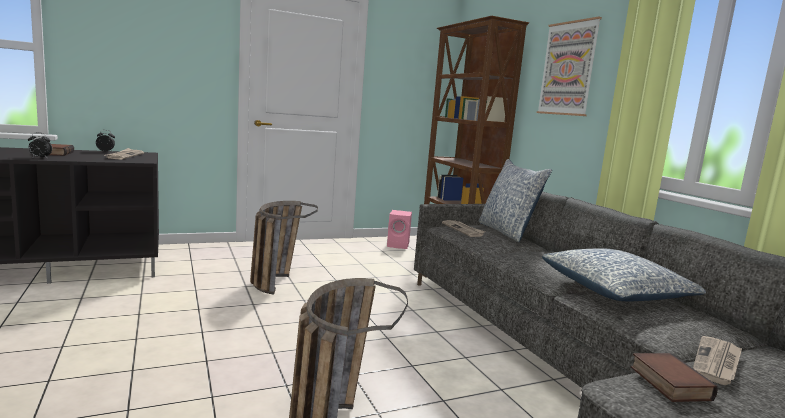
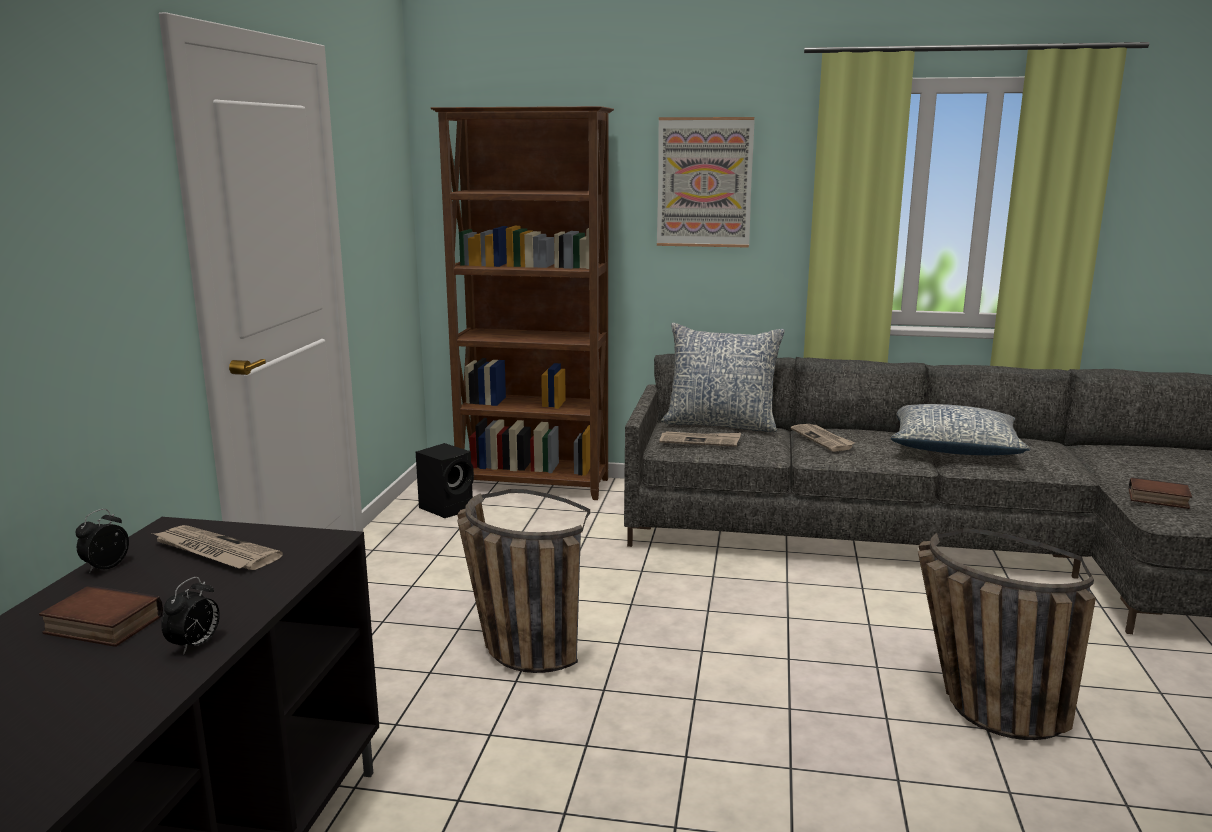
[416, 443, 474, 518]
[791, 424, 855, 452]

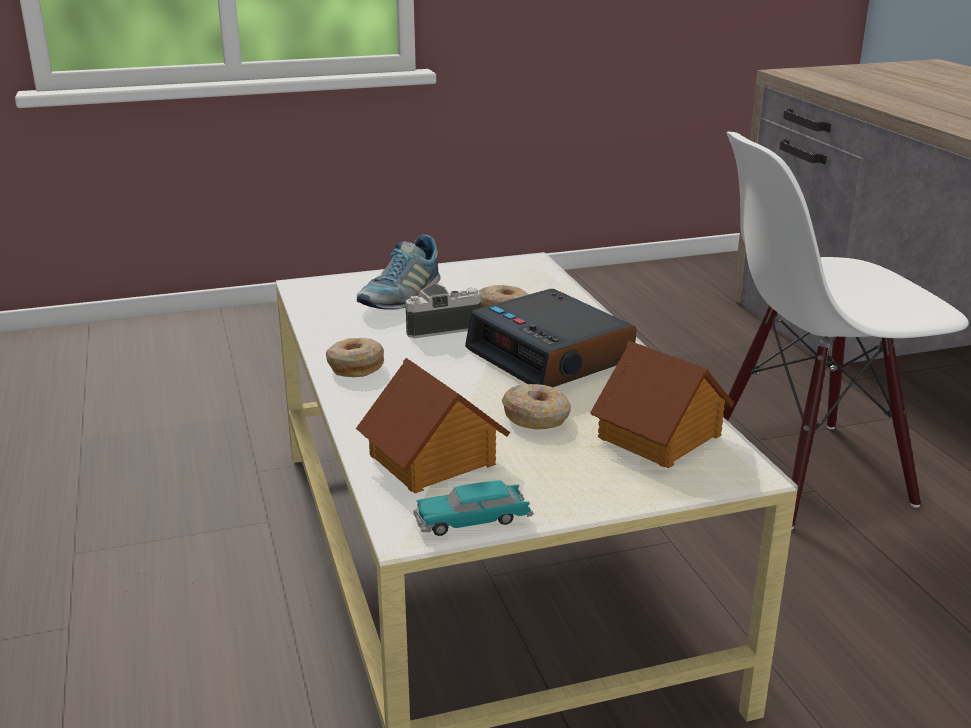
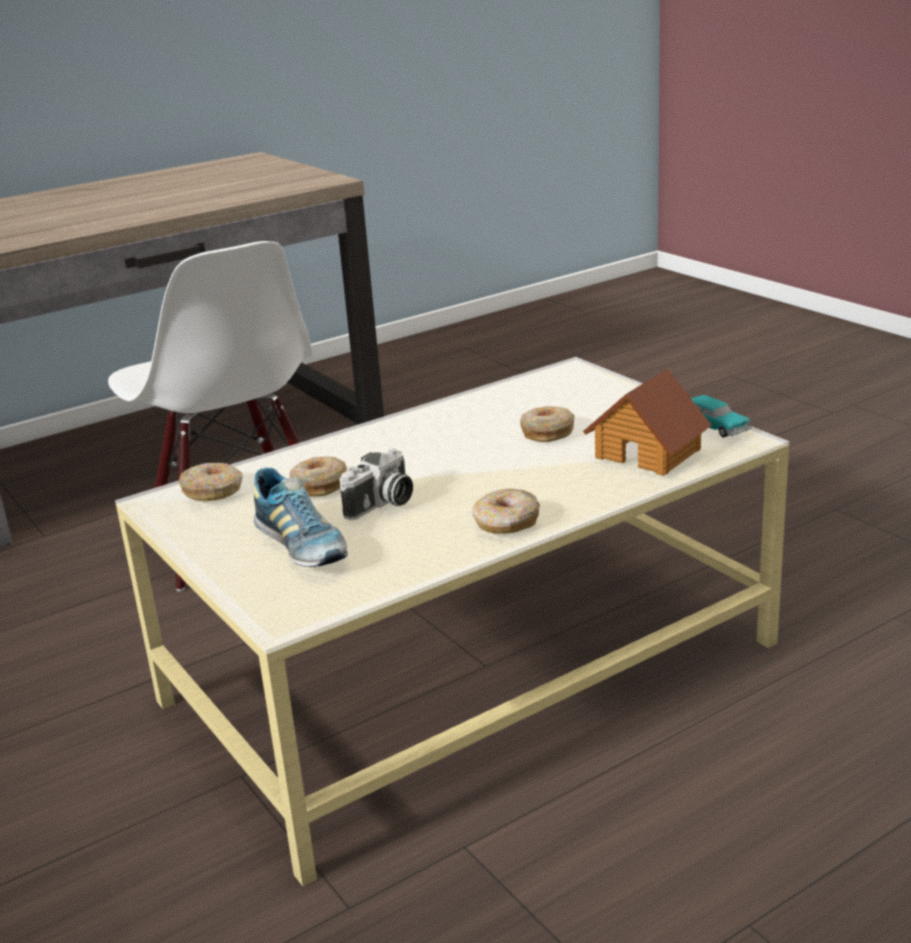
[254, 468, 348, 567]
[339, 448, 413, 520]
[465, 289, 636, 387] (first image)
[590, 341, 734, 469] (first image)
[178, 463, 243, 501]

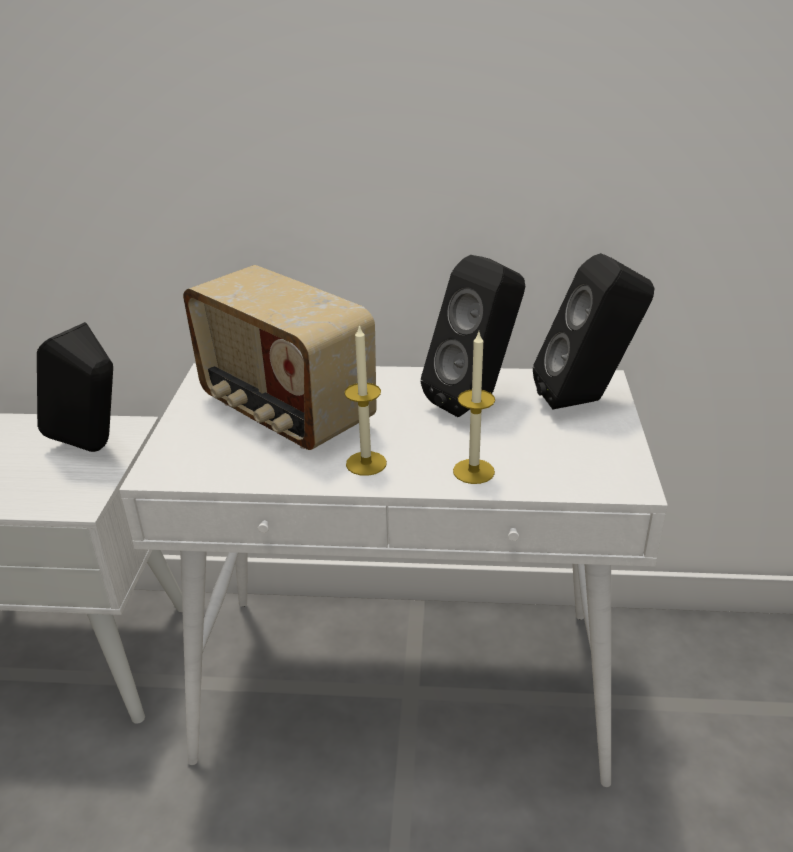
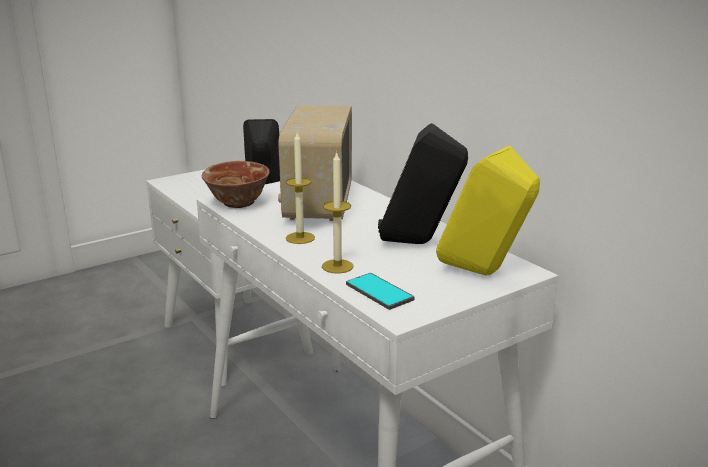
[436, 145, 540, 276]
[202, 161, 270, 208]
[346, 273, 415, 310]

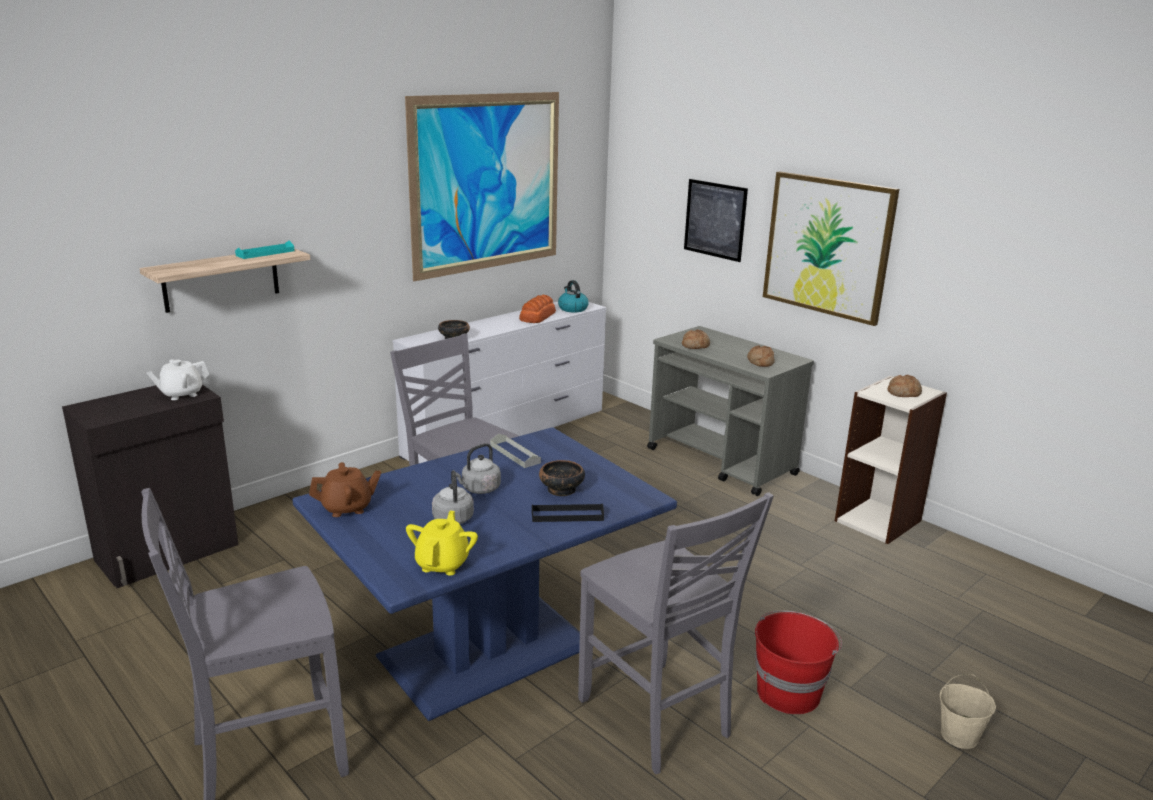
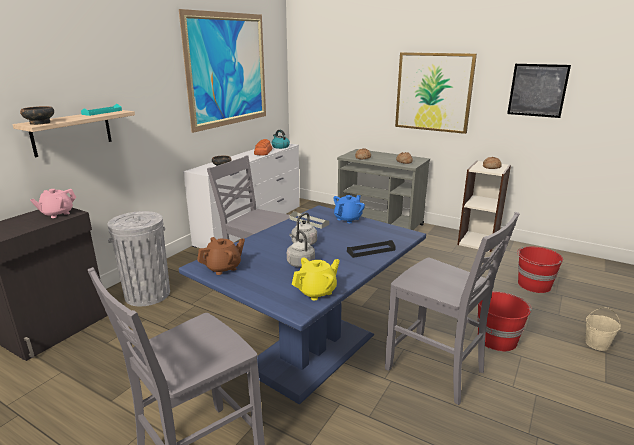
[30, 189, 77, 218]
[292, 257, 340, 301]
[20, 106, 54, 125]
[507, 64, 571, 118]
[107, 211, 170, 306]
[334, 195, 365, 223]
[517, 247, 563, 293]

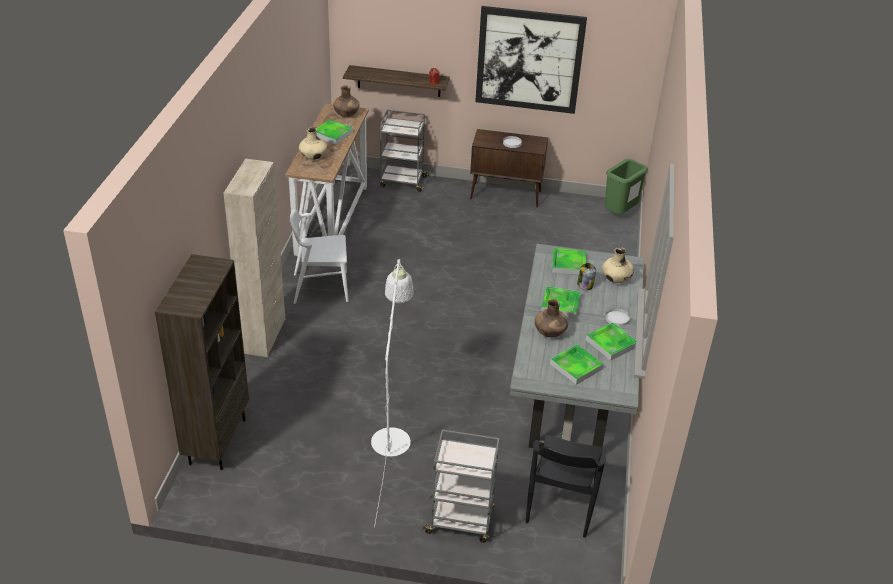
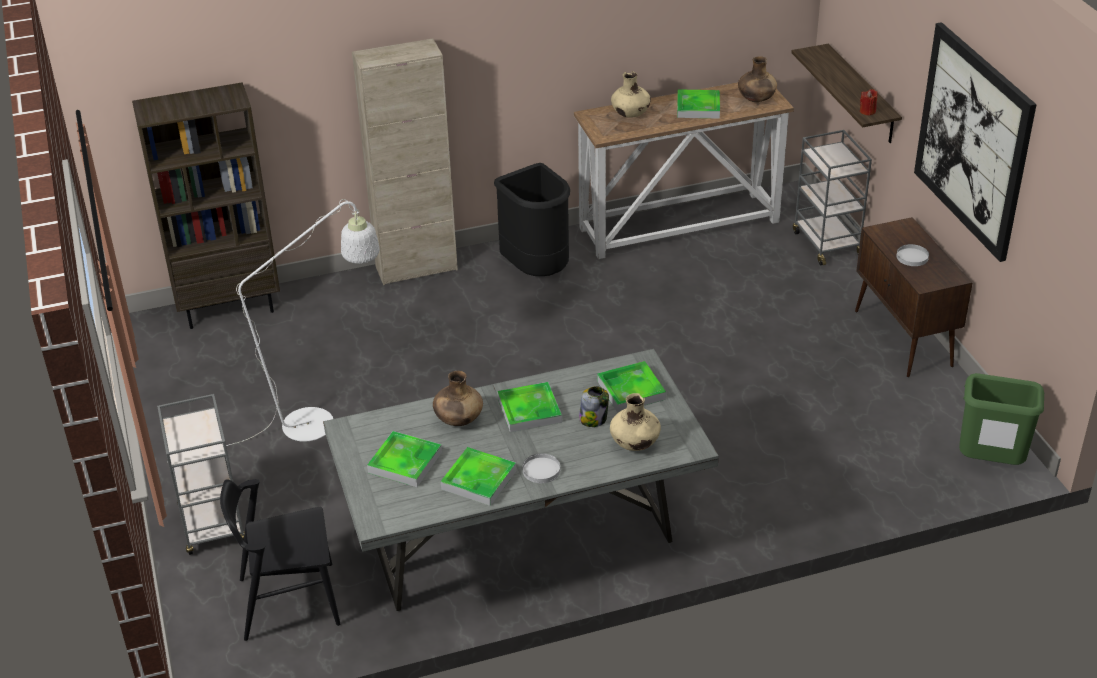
[494, 163, 570, 276]

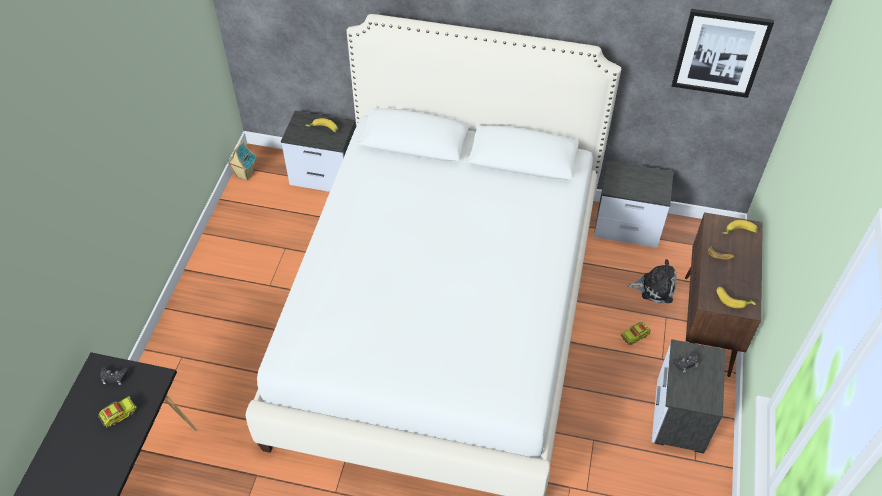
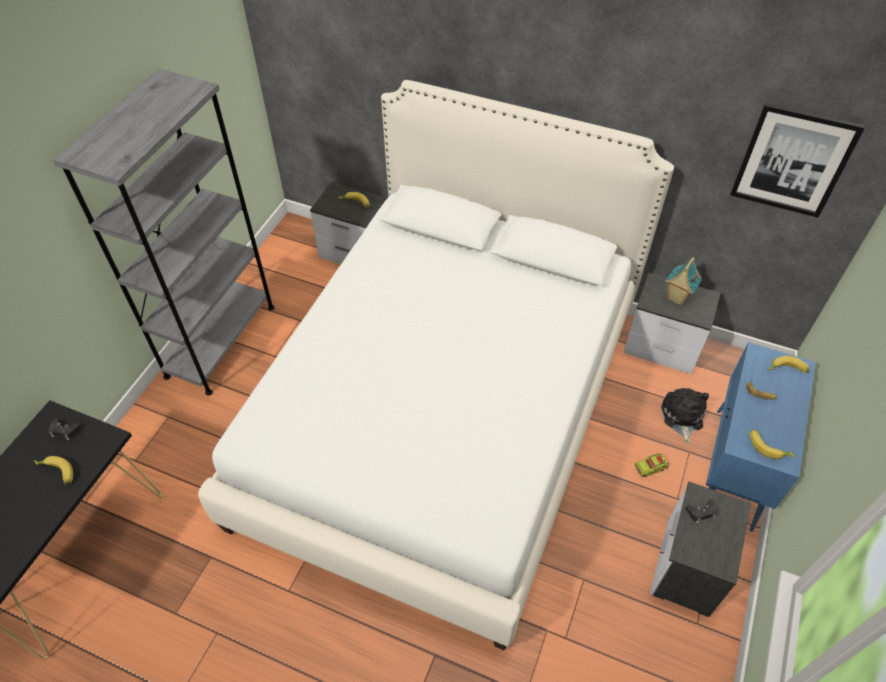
[34, 456, 73, 485]
[665, 257, 701, 306]
[661, 388, 709, 443]
[706, 342, 816, 532]
[53, 69, 275, 396]

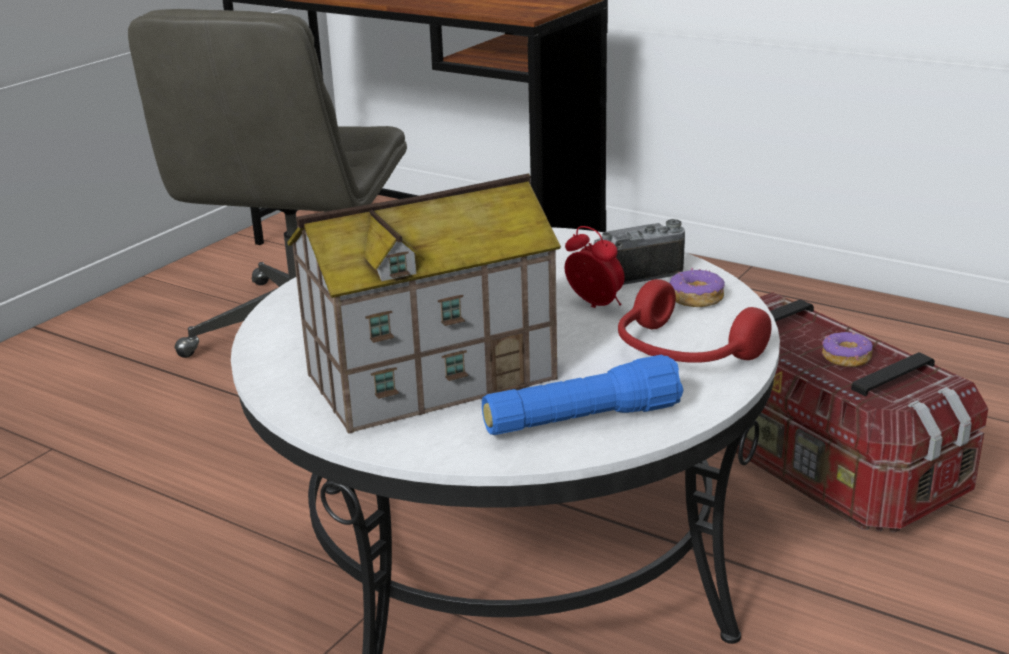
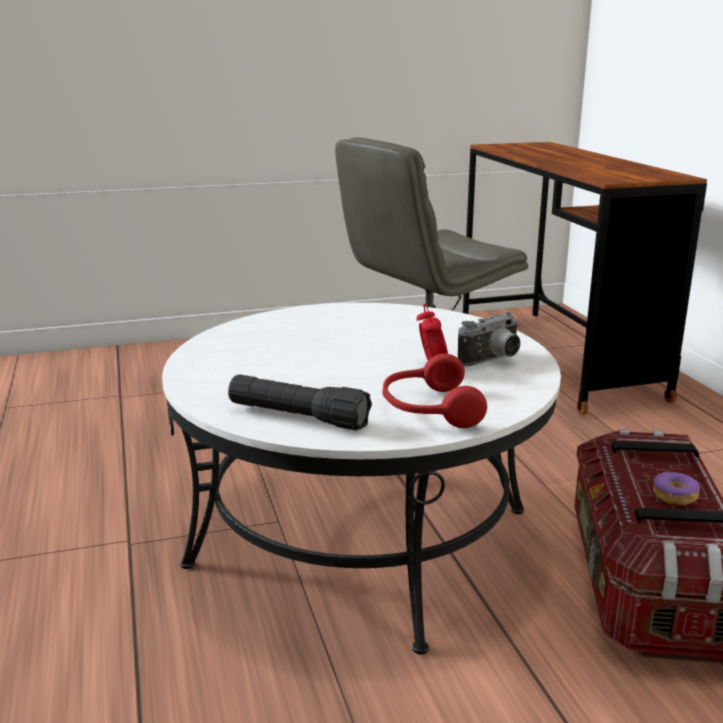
[287, 173, 561, 434] (first image)
[228, 374, 372, 430]
[458, 312, 521, 366]
[670, 268, 725, 307] (first image)

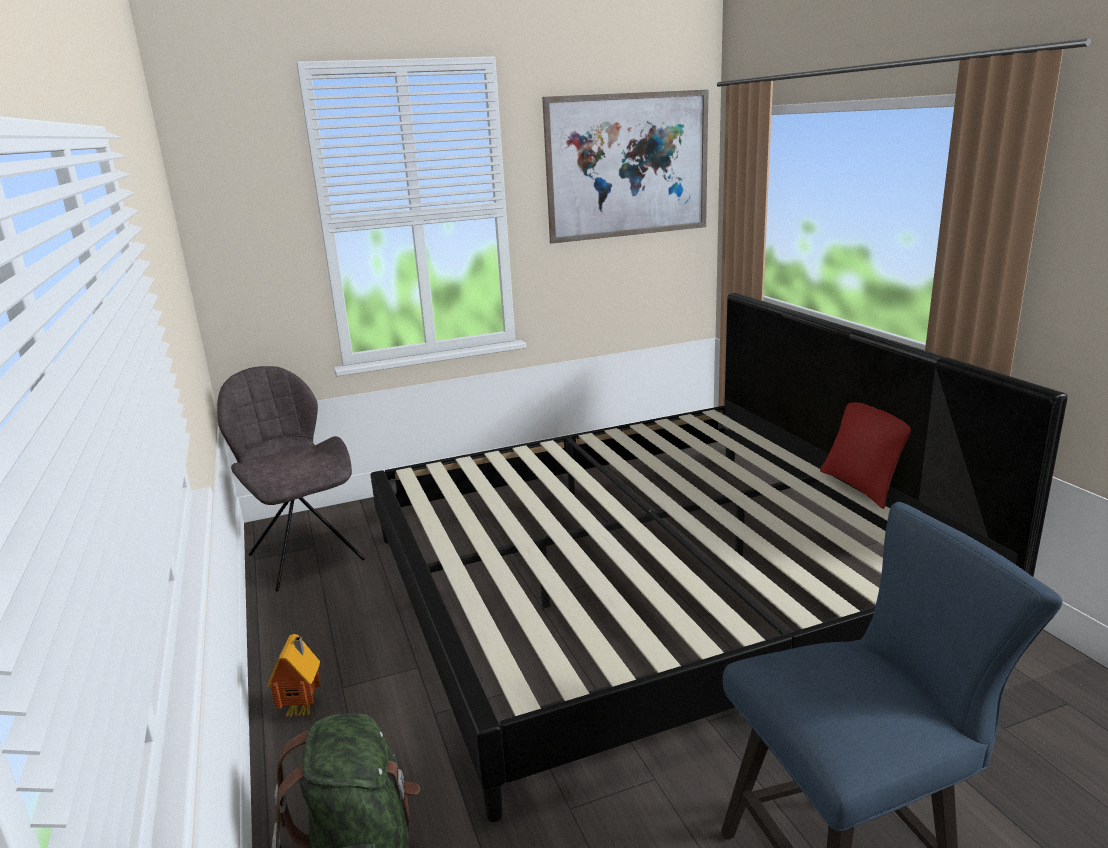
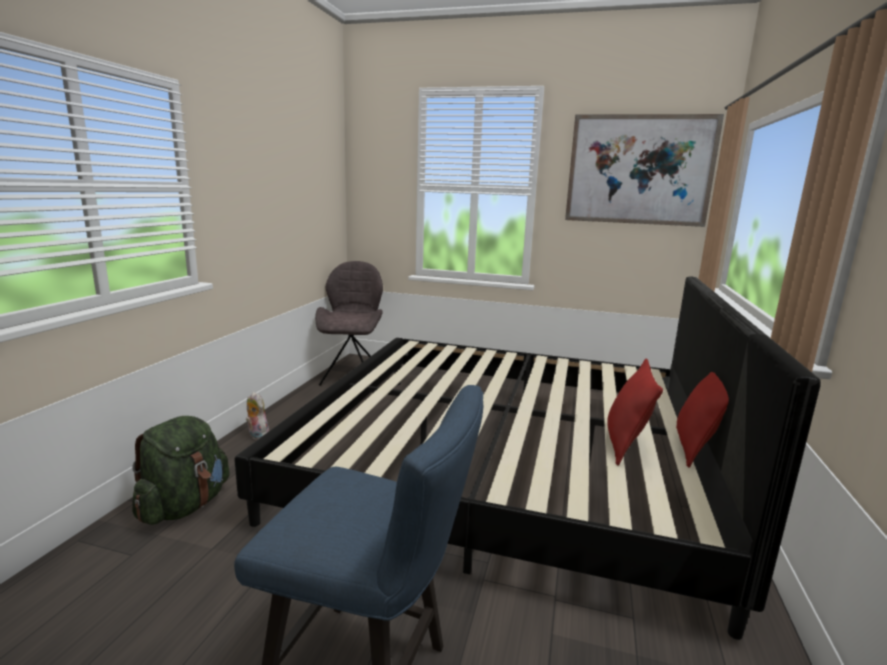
[246, 392, 269, 440]
[607, 358, 663, 466]

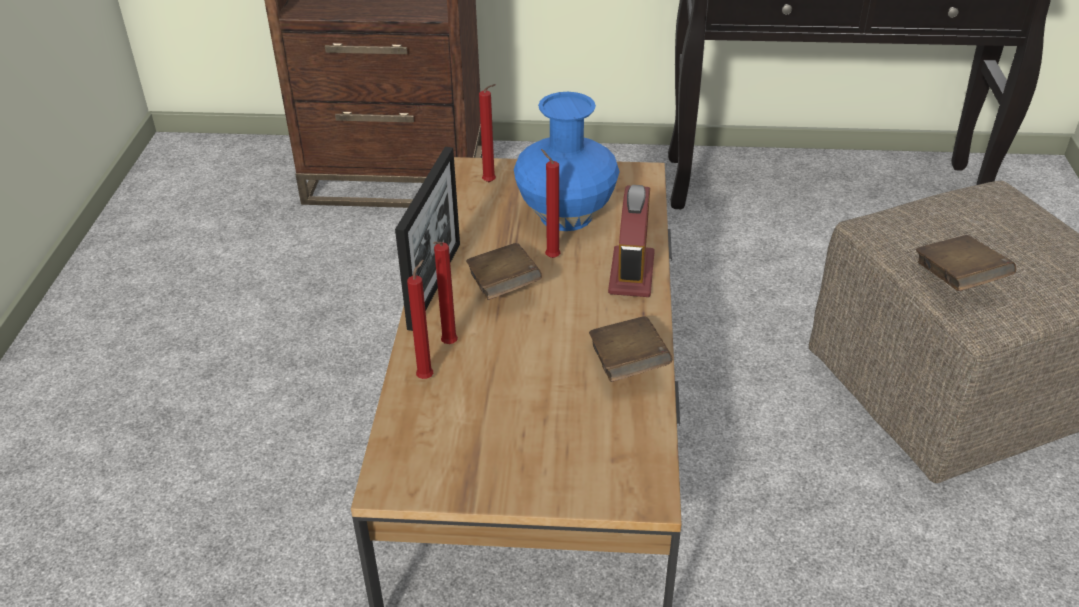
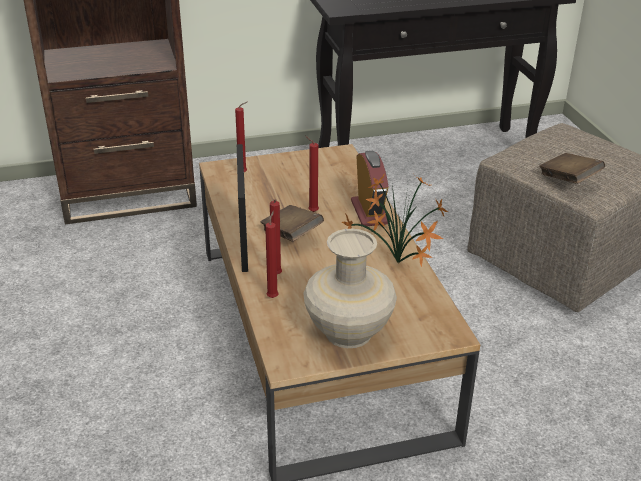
[514, 92, 620, 231] (first image)
[342, 173, 449, 267]
[303, 229, 397, 348]

